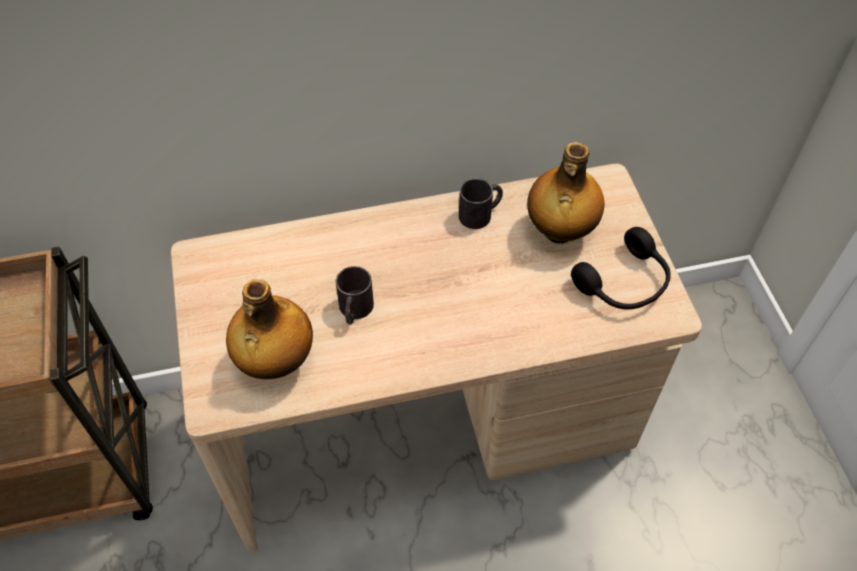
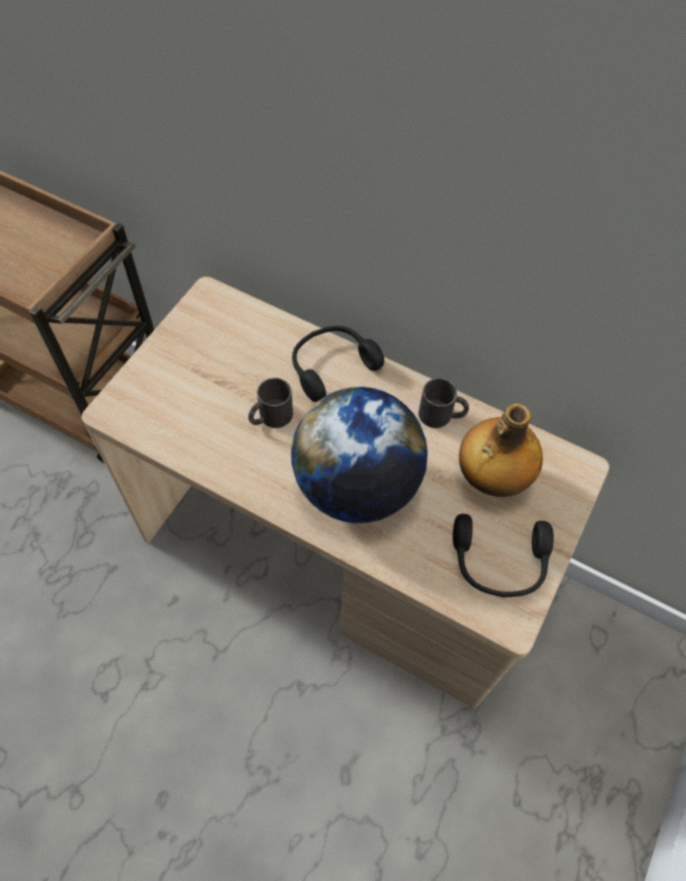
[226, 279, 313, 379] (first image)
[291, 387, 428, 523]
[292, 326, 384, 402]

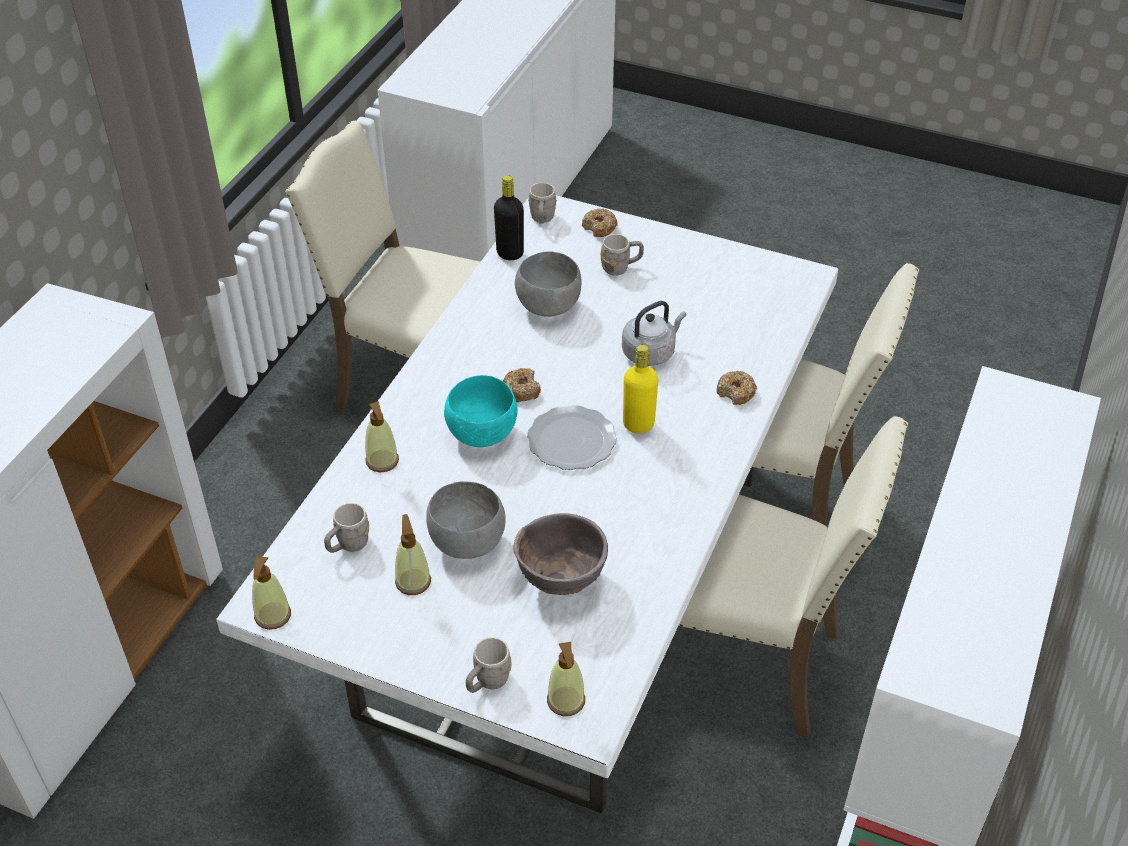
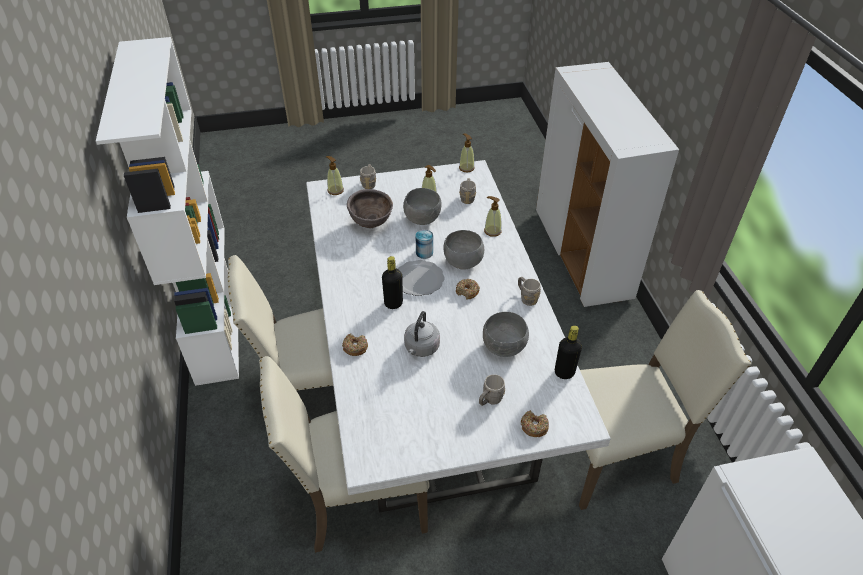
[443, 230, 484, 269]
[518, 277, 541, 306]
[382, 256, 403, 309]
[416, 230, 433, 259]

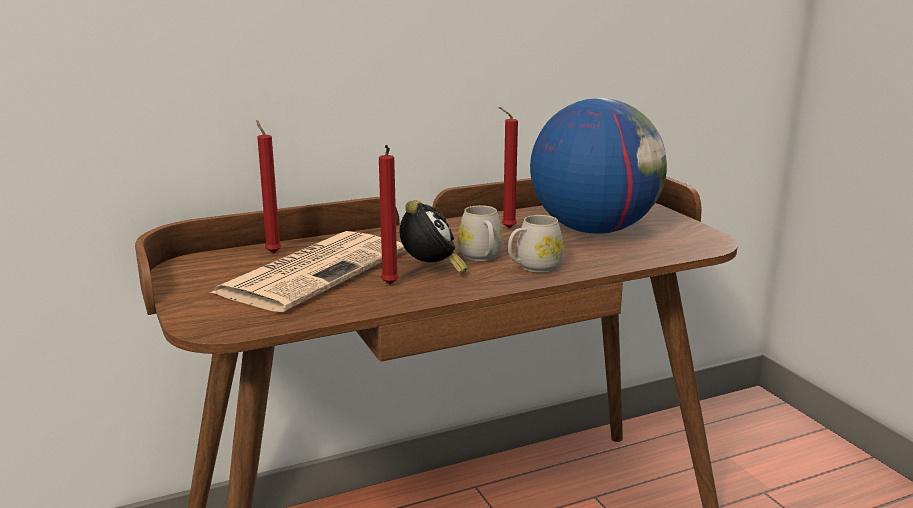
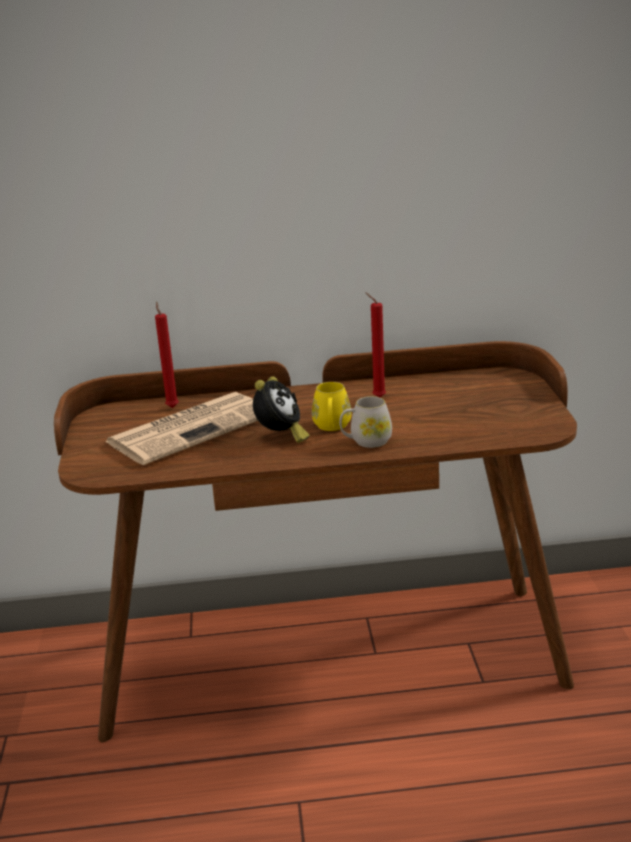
[379, 145, 399, 285] (first image)
[312, 382, 352, 431]
[530, 98, 667, 234] (first image)

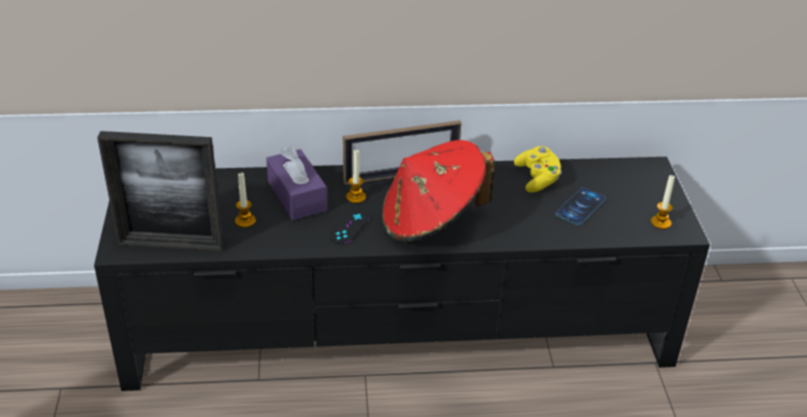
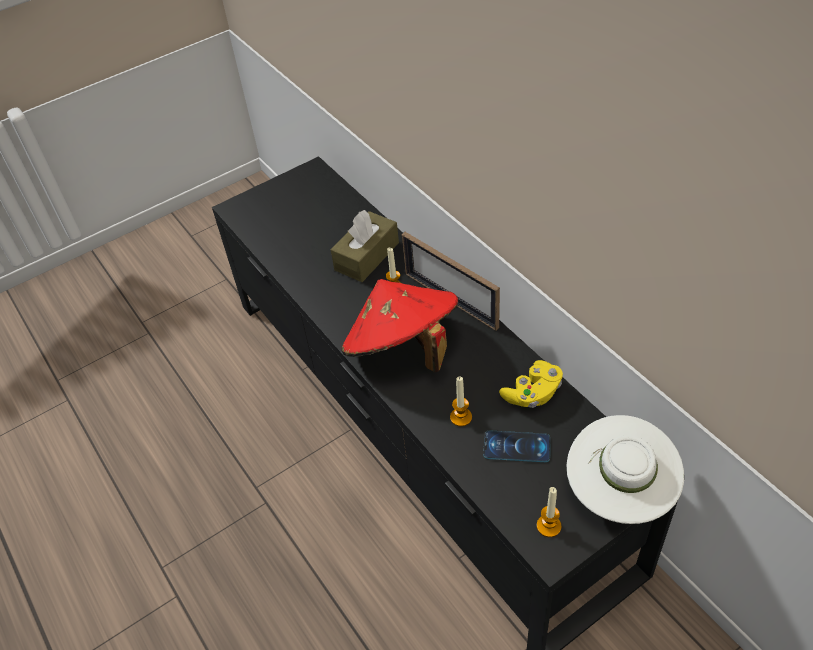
[97, 131, 223, 251] (first image)
[450, 377, 472, 427]
[331, 210, 399, 282]
[329, 210, 369, 244] (first image)
[567, 415, 684, 524]

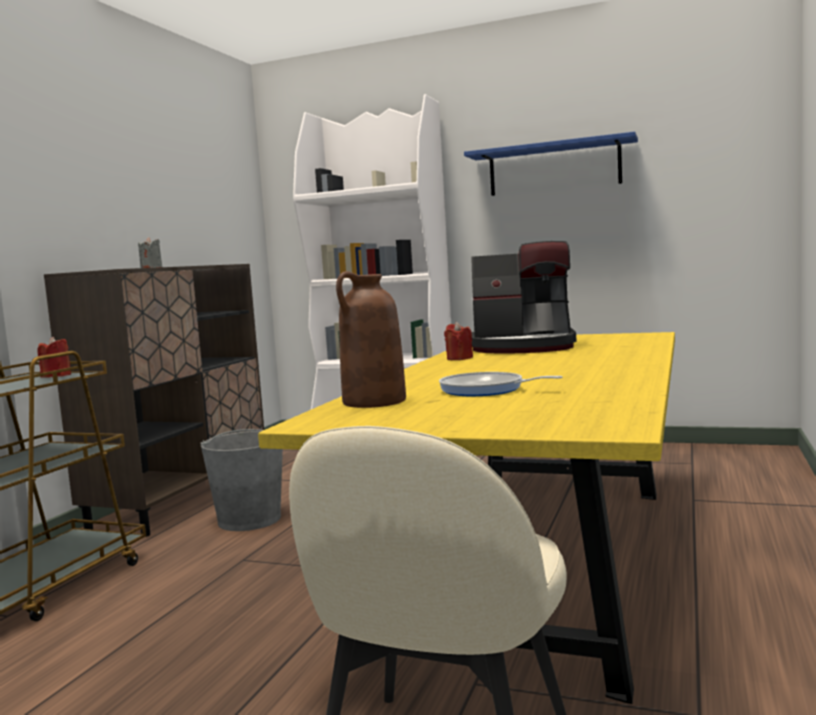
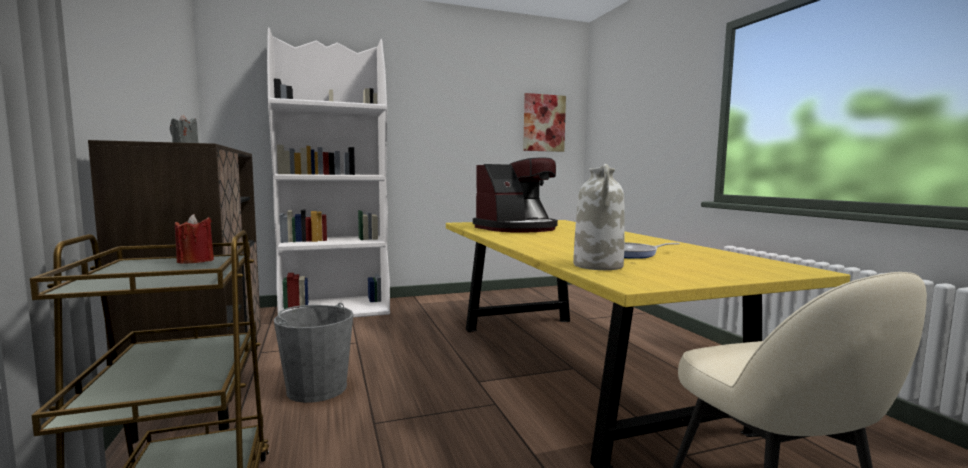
[573, 164, 625, 270]
[444, 322, 473, 360] (first image)
[464, 131, 638, 196] (first image)
[523, 93, 566, 152]

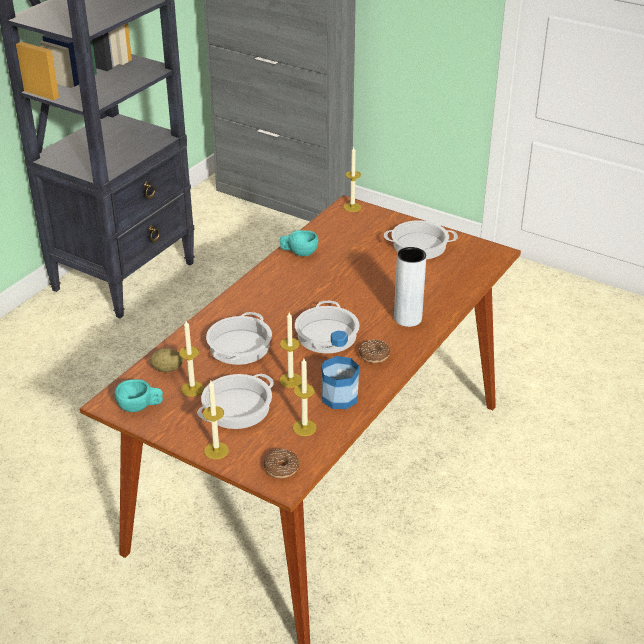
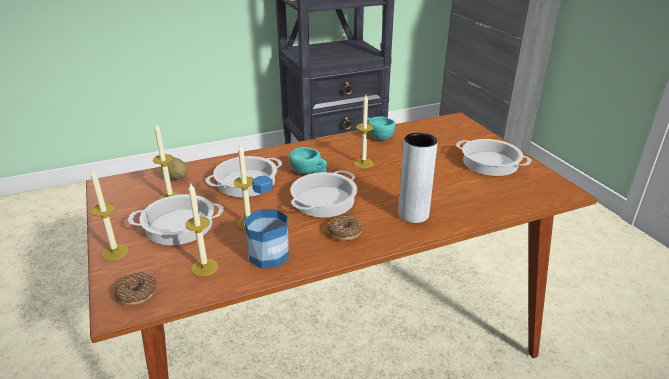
[289, 147, 327, 174]
[354, 95, 373, 168]

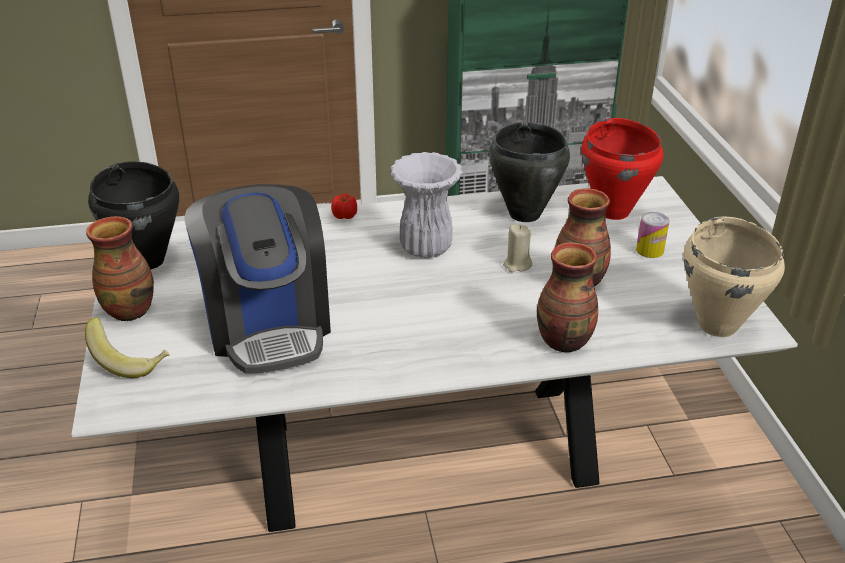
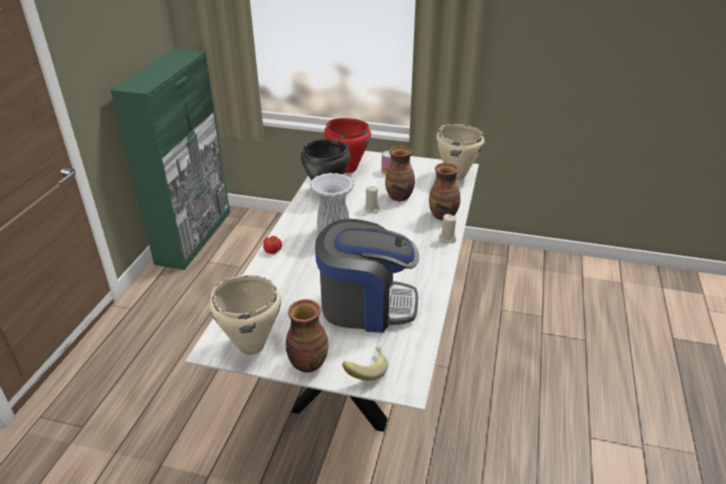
[209, 275, 281, 355]
[439, 214, 456, 244]

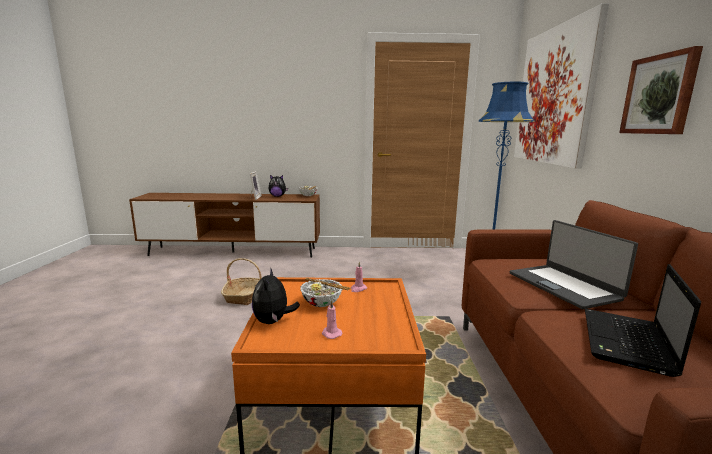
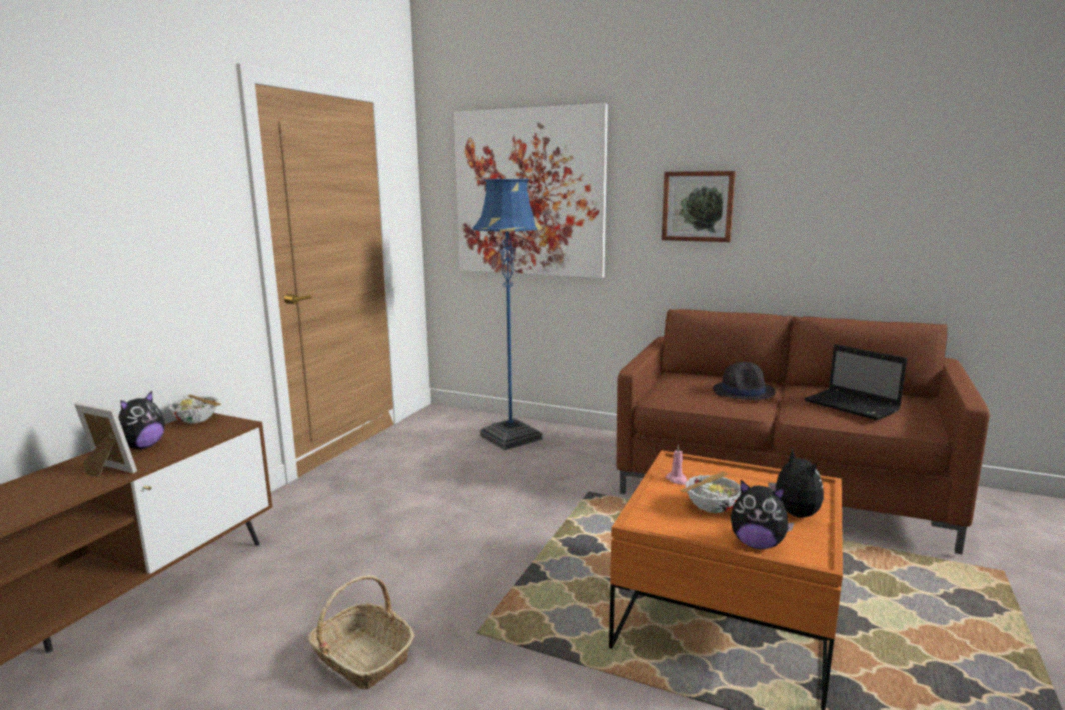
[769, 449, 824, 518]
[713, 362, 776, 400]

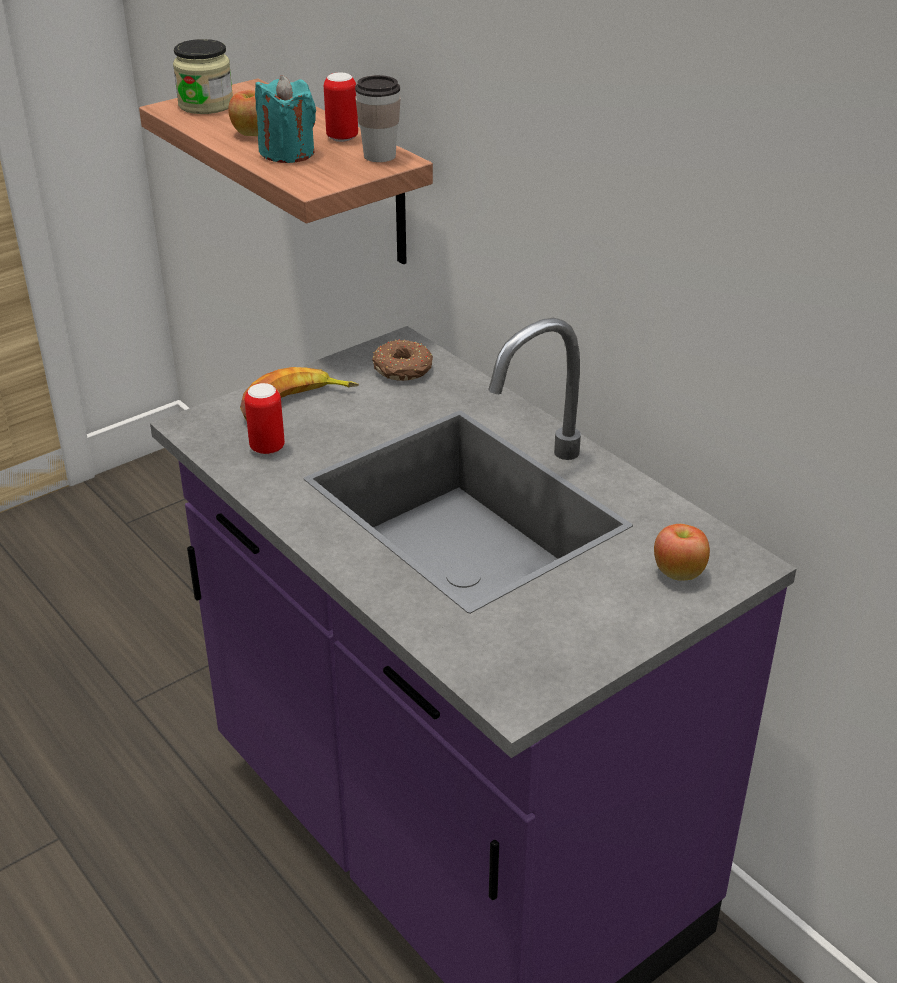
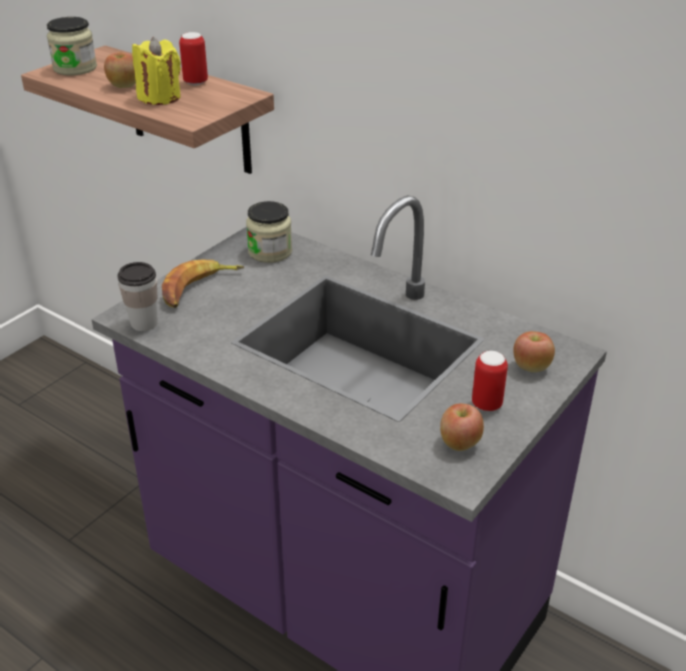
[472, 351, 508, 411]
[132, 37, 181, 105]
[117, 262, 157, 331]
[246, 201, 292, 263]
[440, 404, 484, 451]

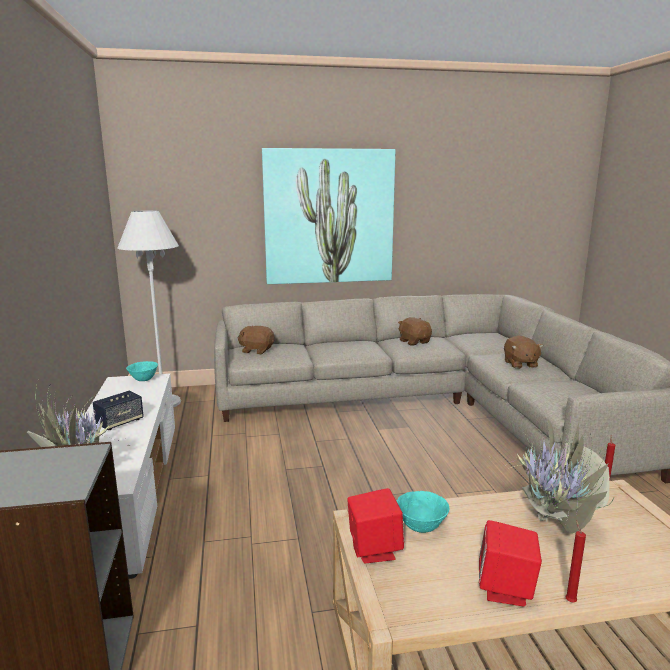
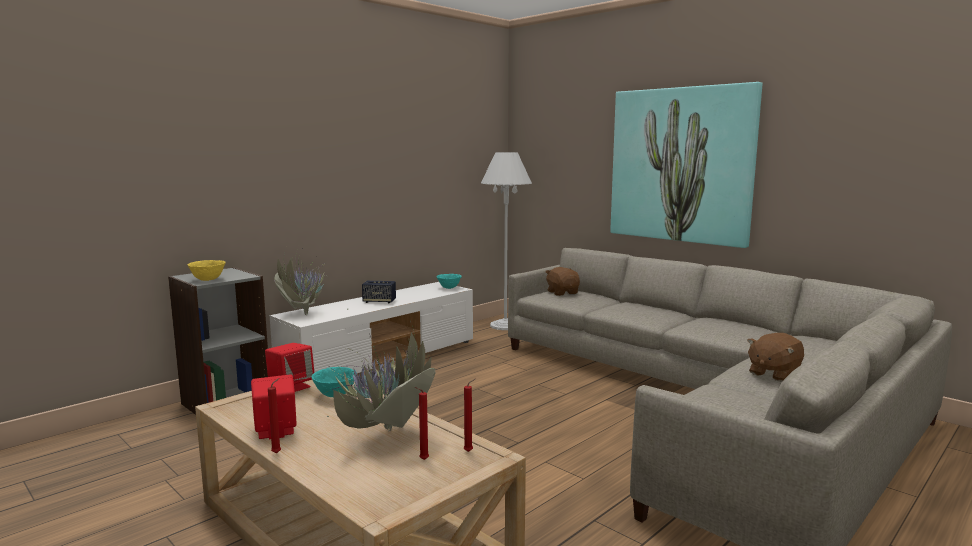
[398, 317, 432, 346] (first image)
[188, 260, 226, 281]
[415, 387, 429, 460]

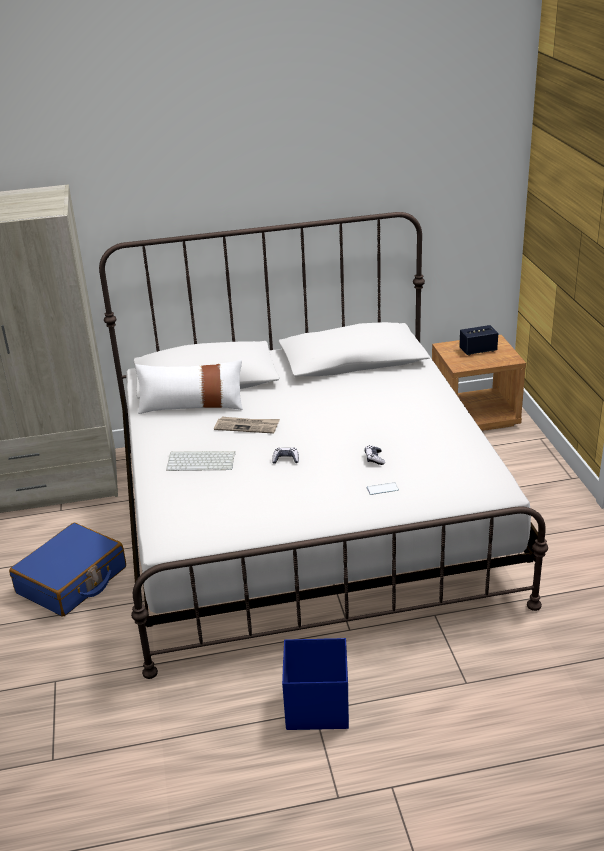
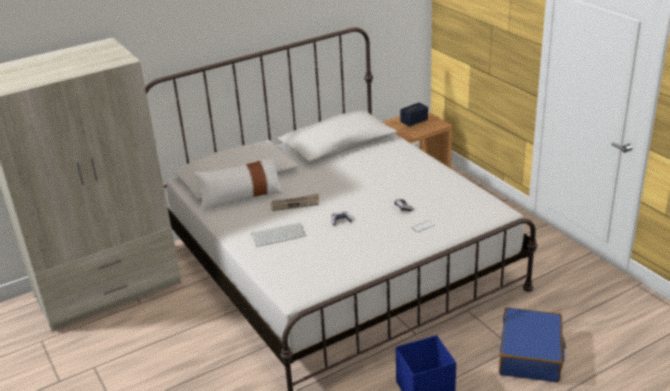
[499, 307, 566, 383]

